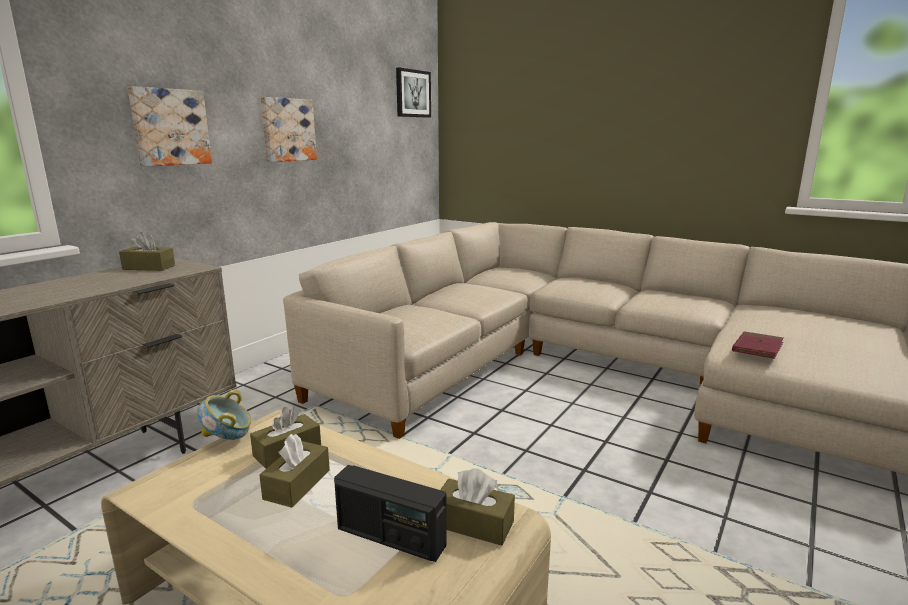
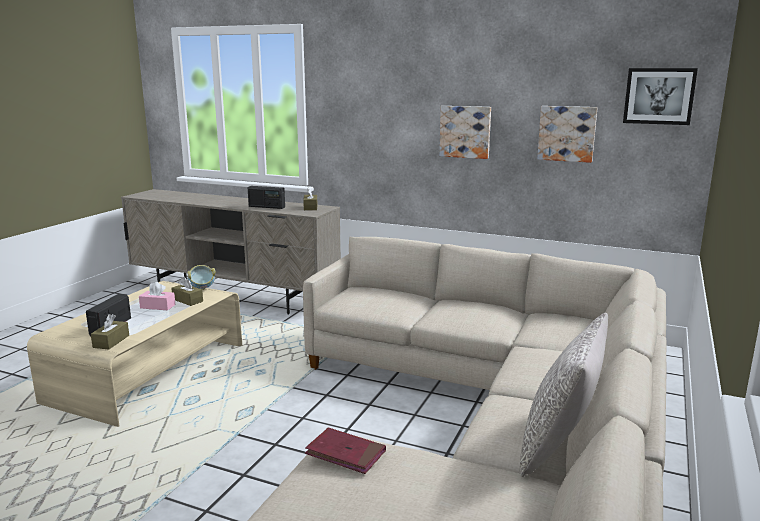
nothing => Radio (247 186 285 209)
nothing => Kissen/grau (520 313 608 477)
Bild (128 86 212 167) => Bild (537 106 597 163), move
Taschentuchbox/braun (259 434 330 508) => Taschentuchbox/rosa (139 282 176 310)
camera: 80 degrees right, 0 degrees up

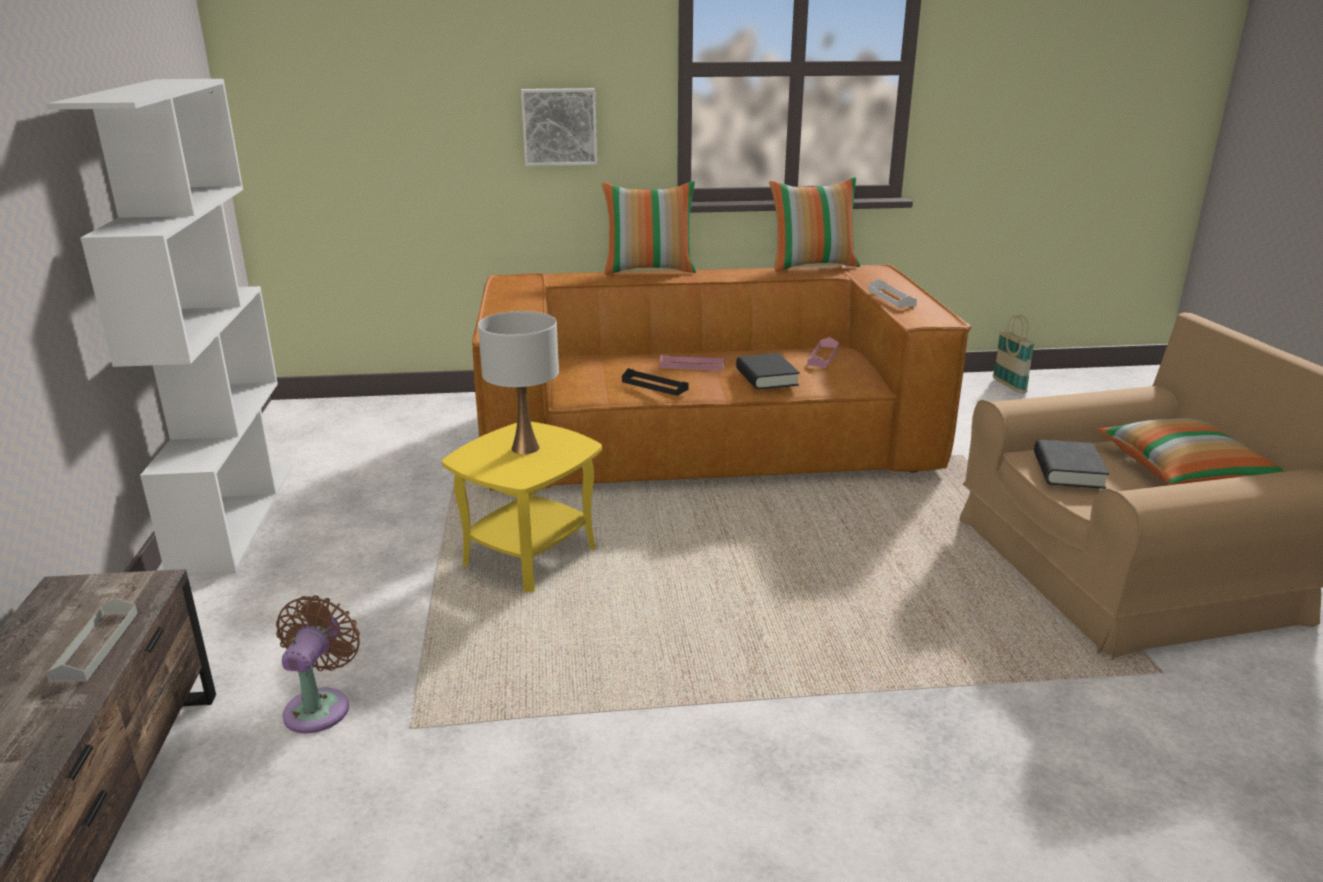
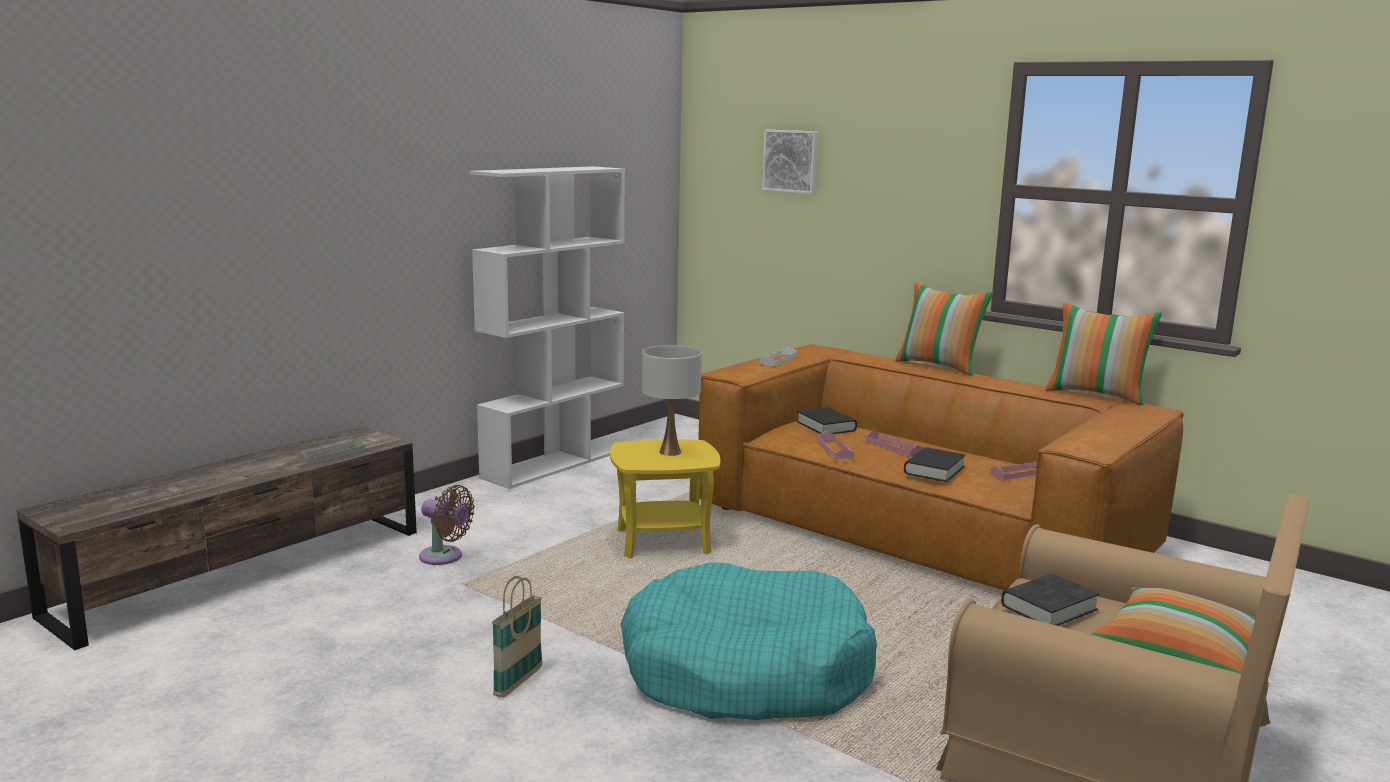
nothing => Hundebett/türkis (621 562 877 720)
nothing => Buch/schwarz (797 407 857 434)
Bild (521 88 597 166) => Bild (762 130 819 194), move
Tablett/weiß (868 279 917 308) => Tablett/weiß (759 346 797 366), move
Korb (993 315 1035 394) => Korb (492 576 543 698), move
Tablett/schwarz (622 368 689 396) => Tablett/rosa (817 431 854 459)
Ventilator/braun (276 596 360 734) => Ventilator/braun (419 485 475 565), 60 degrees clockwise
camera: 45 degrees right, 10 degrees down

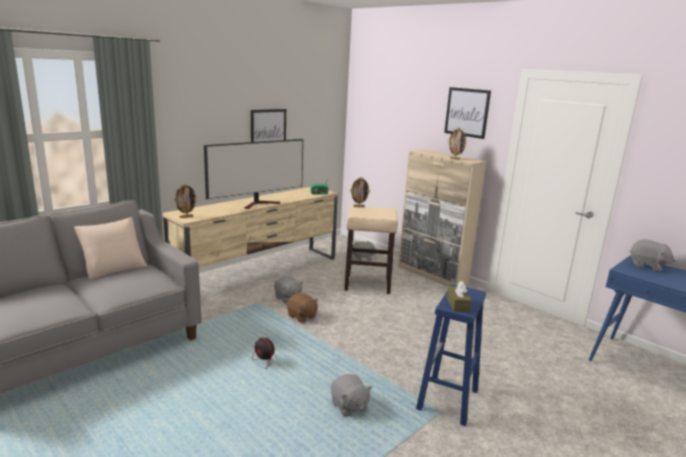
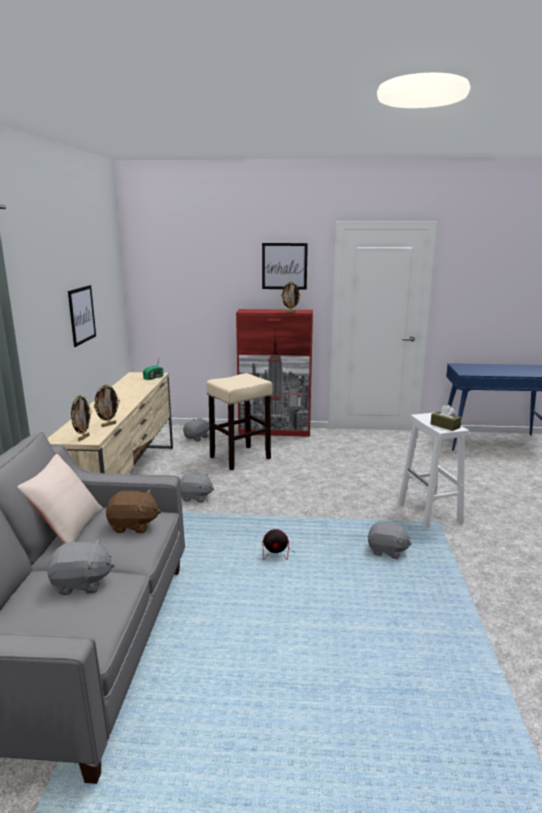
Fernseher (204 139 303 209) => nothing
Plüschtier/braun (287 293 318 323) => Plüschtier/braun (106 489 161 533), move
Bilderrahmen (350 177 370 207) => Bilderrahmen (94 384 120 427), move
Plüschtier/grau (629 239 675 272) => Plüschtier/grau (47 538 115 595), move
Schrank/beige (398 149 486 287) => Schrank/rot (236 309 313 437)
Hocker/blau (416 284 486 426) => Hocker/weiß (398 412 469 529)
camera: 40 degrees left, 0 degrees up

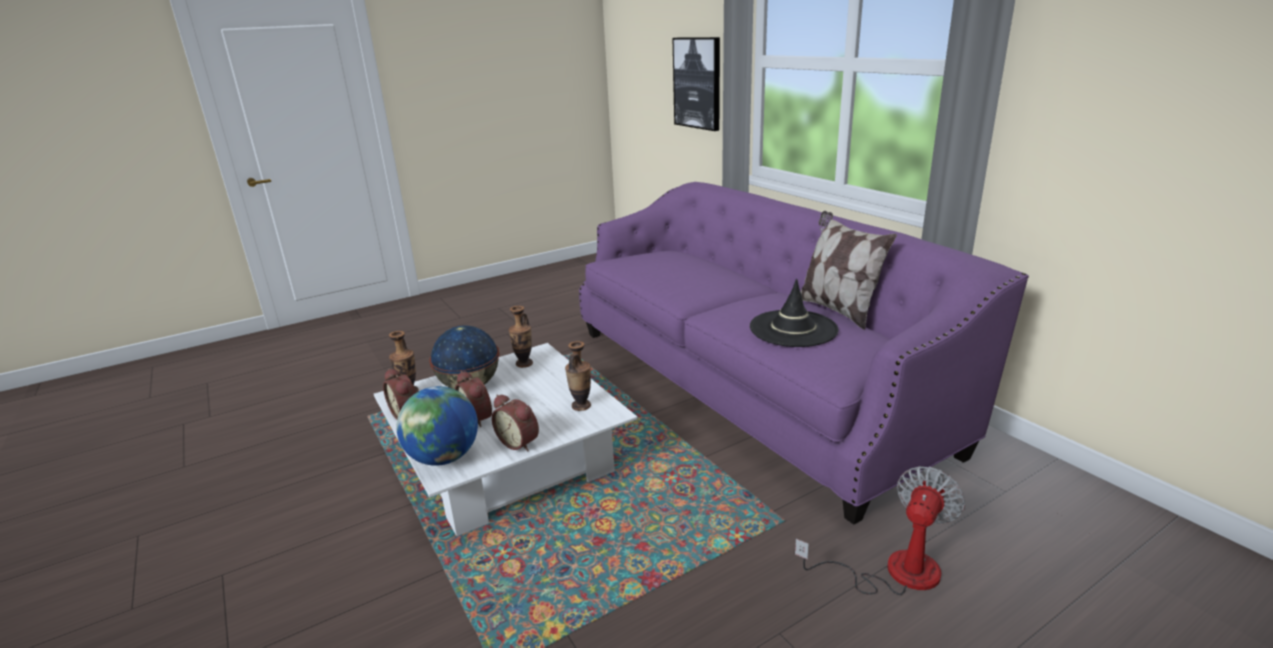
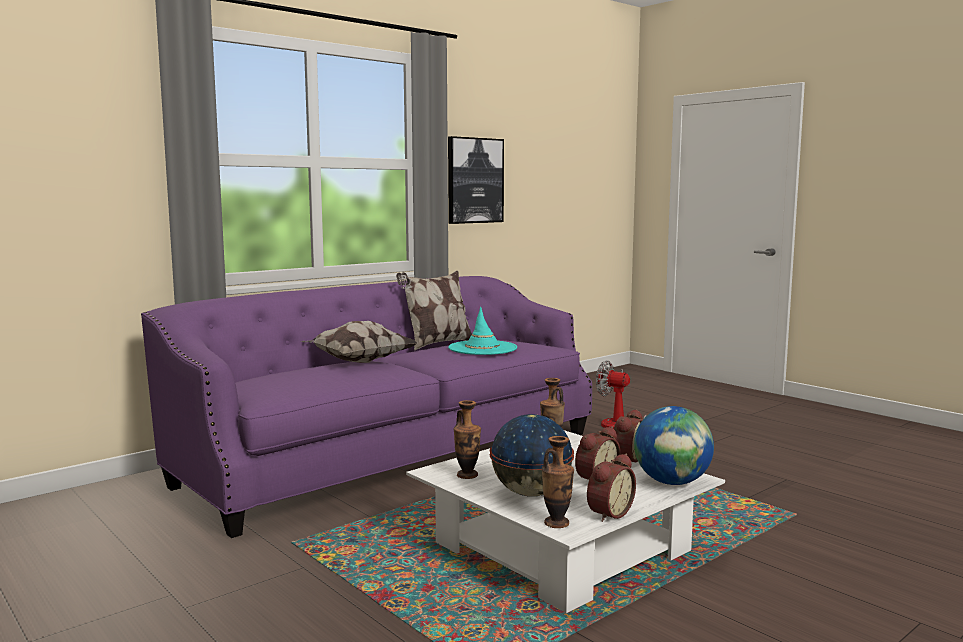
nothing => Kissen (302 321 417 363)
Bild (673 37 720 131) => Bild (448 136 504 224), move
Hut/schwarz (750 279 839 347) => Hut/türkis (448 307 517 355)
camera: 100 degrees left, 15 degrees down

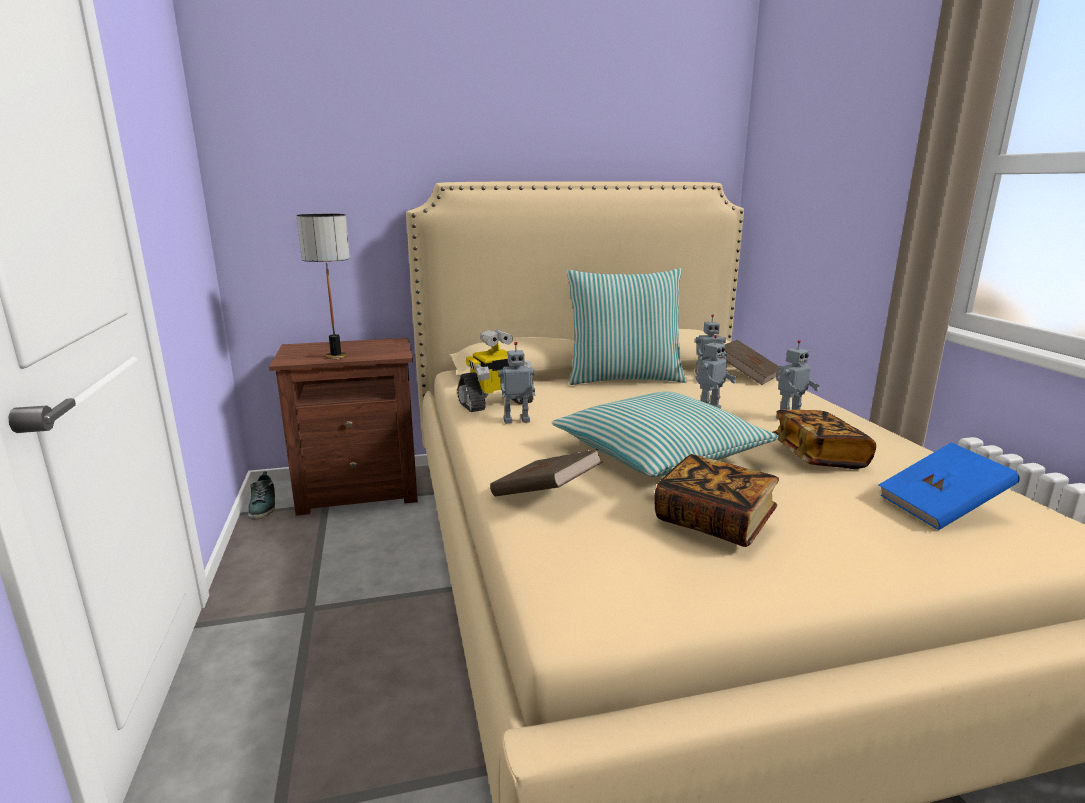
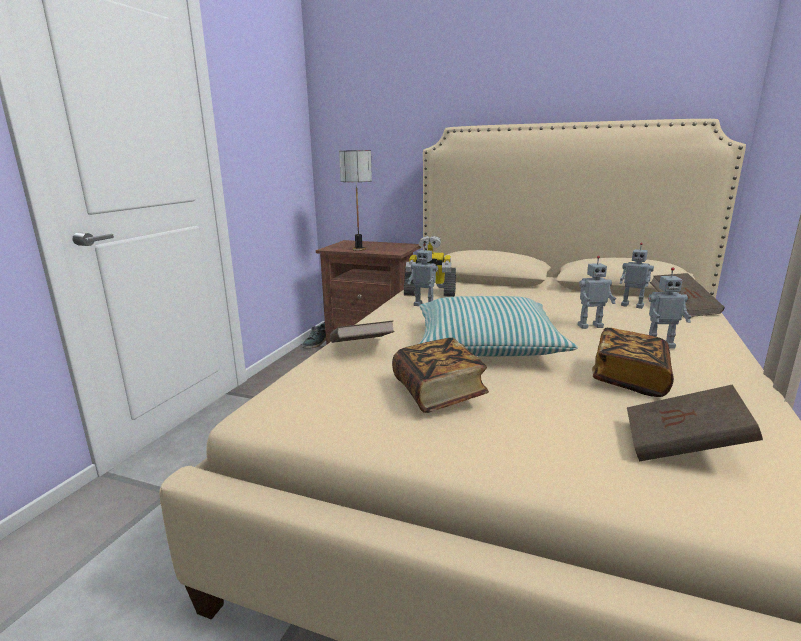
Kissen (567 268 686 385) => nothing
Buch/blau (879 442 1020 530) => Buch/braun (627 385 763 461)
camera: 35 degrees right, 0 degrees up

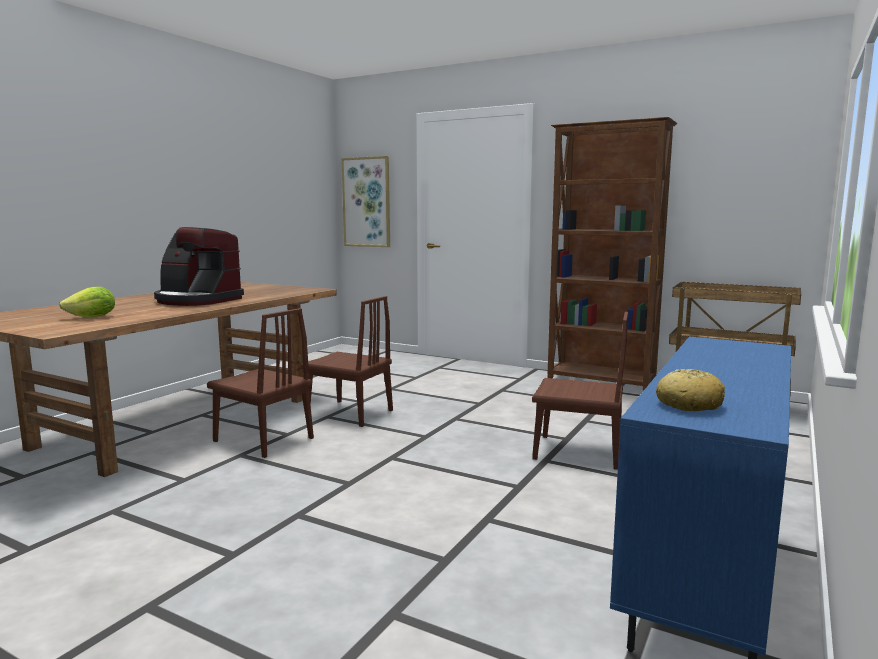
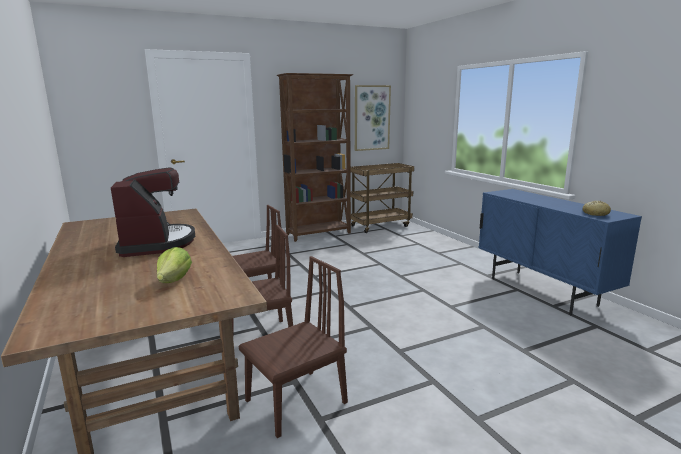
Bild (341 156 390 247) => Bild (355 85 391 151), move
Stuhl/braun (532 312 628 470) => Stuhl/braun (239 256 348 438), move
Kaffeemaschine (154 227 244 306) => Kaffeemaschine (111 168 195 257), 75 degrees counterclockwise
camera: 55 degrees left, 5 degrees up

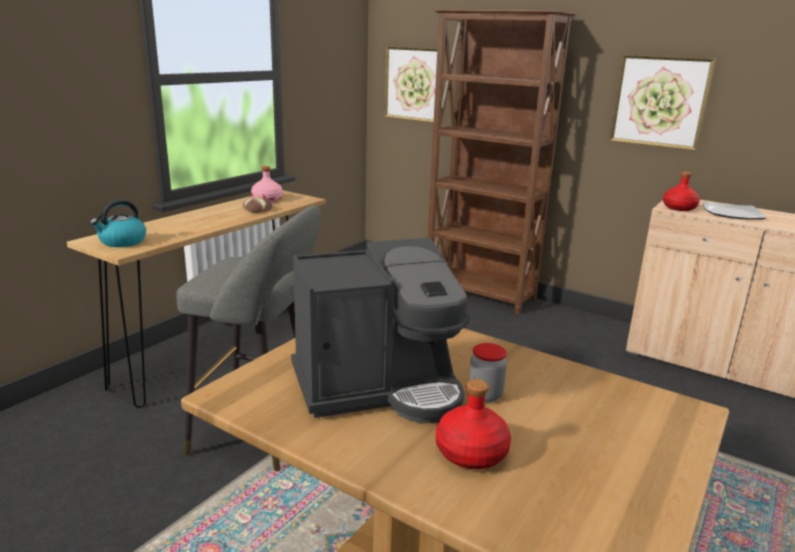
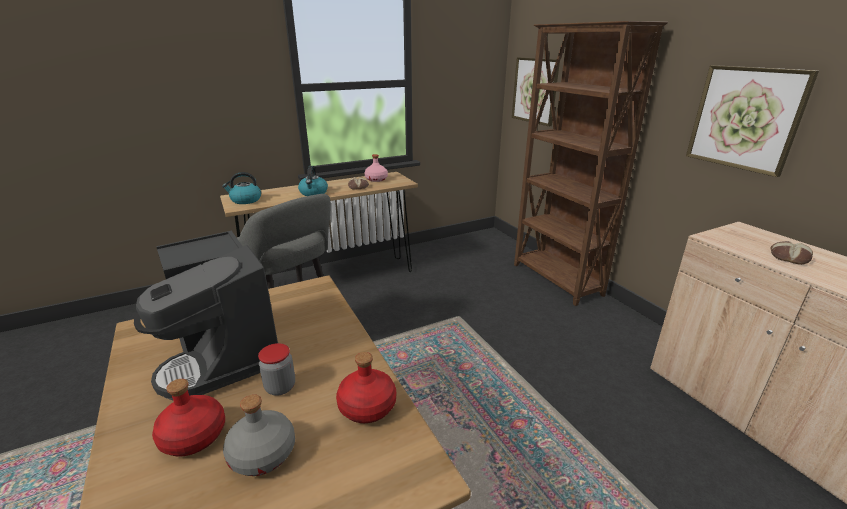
nothing => Flasche/grau (223 394 295 476)
nothing => Wasserkessel (298 166 328 196)
Flasche/rot (663 172 700 211) => Flasche/rot (336 352 396 423), move
Teller (703 202 767 220) => Brot (771 241 813 265)
Kaffeemaschine (291 238 471 423) => Kaffeemaschine (134 231 278 401), 45 degrees clockwise
camera: 30 degrees right, 5 degrees up

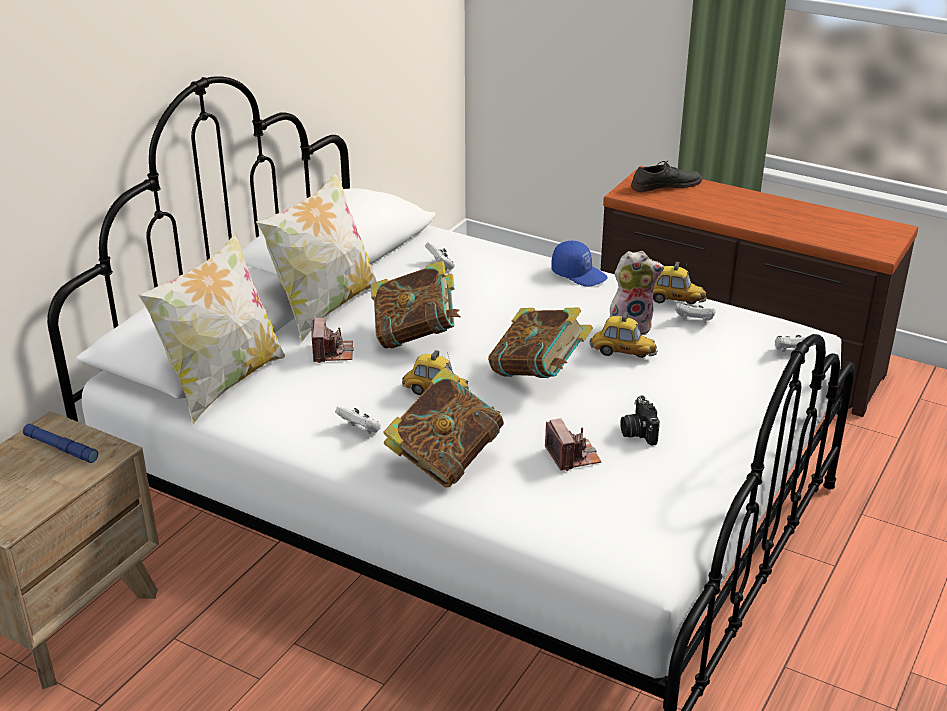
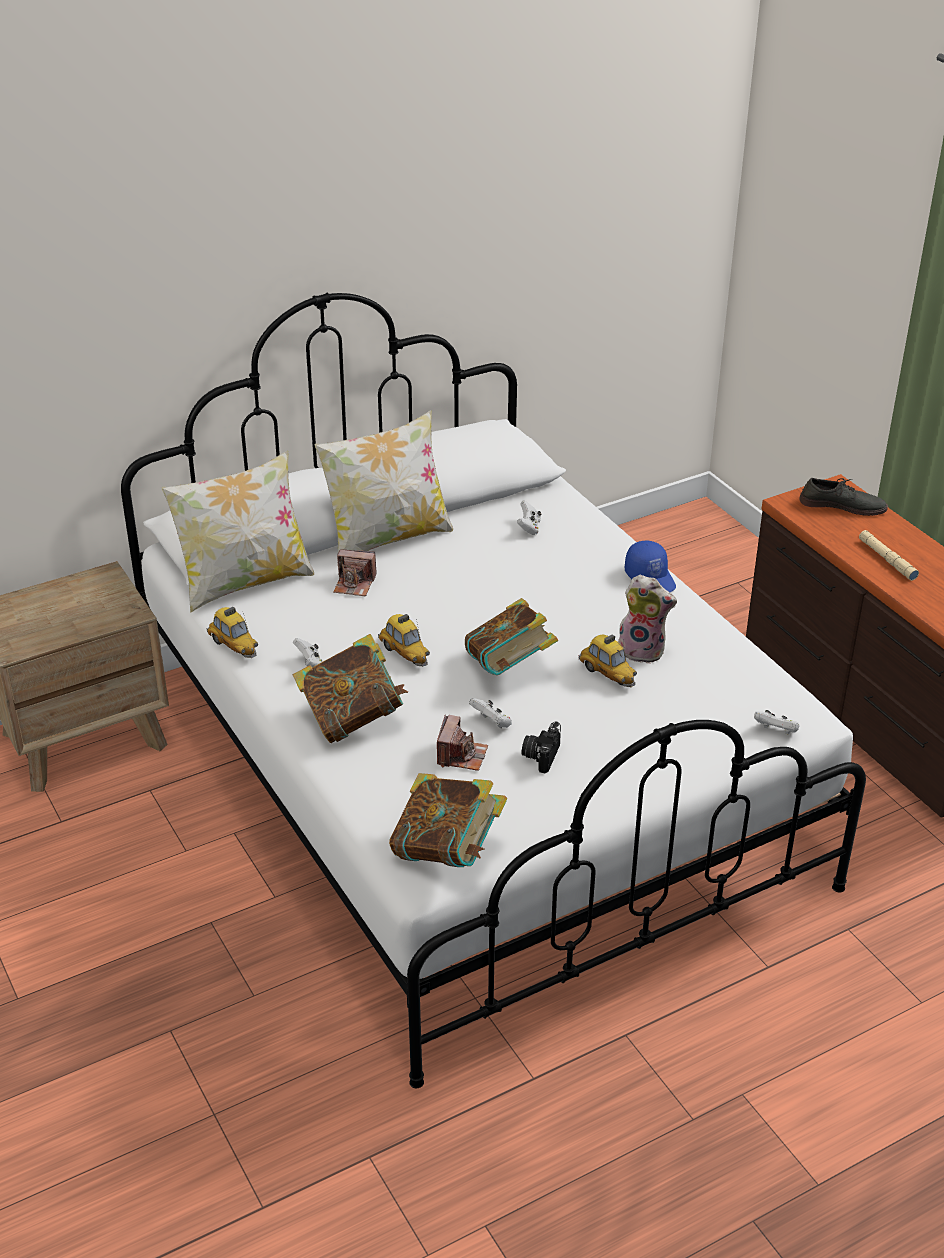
Taschenlampe/blau (23 424 98 463) => nothing
nothing => Taschenlampe/beige (859 530 919 581)
Buch (371 260 461 349) => Buch (389 773 507 867), move
Spielzeugauto (653 262 707 304) => Spielzeugauto (206 607 258 658), move
Gamepad/weiß (675 303 716 322) => Gamepad/weiß (469 698 512 728), move
Kamera (311 318 354 363) => Kamera (333 550 377 596), 75 degrees clockwise
camera: 30 degrees right, 5 degrees up

